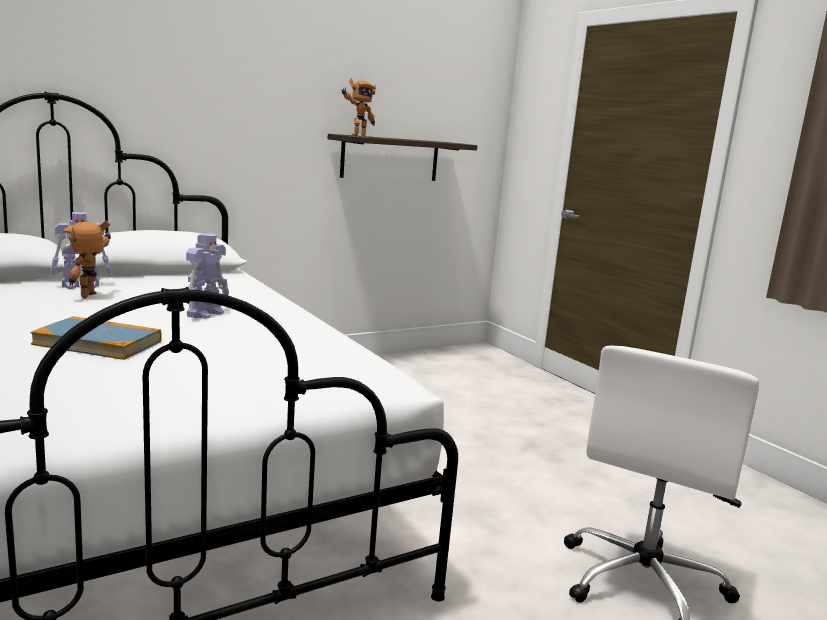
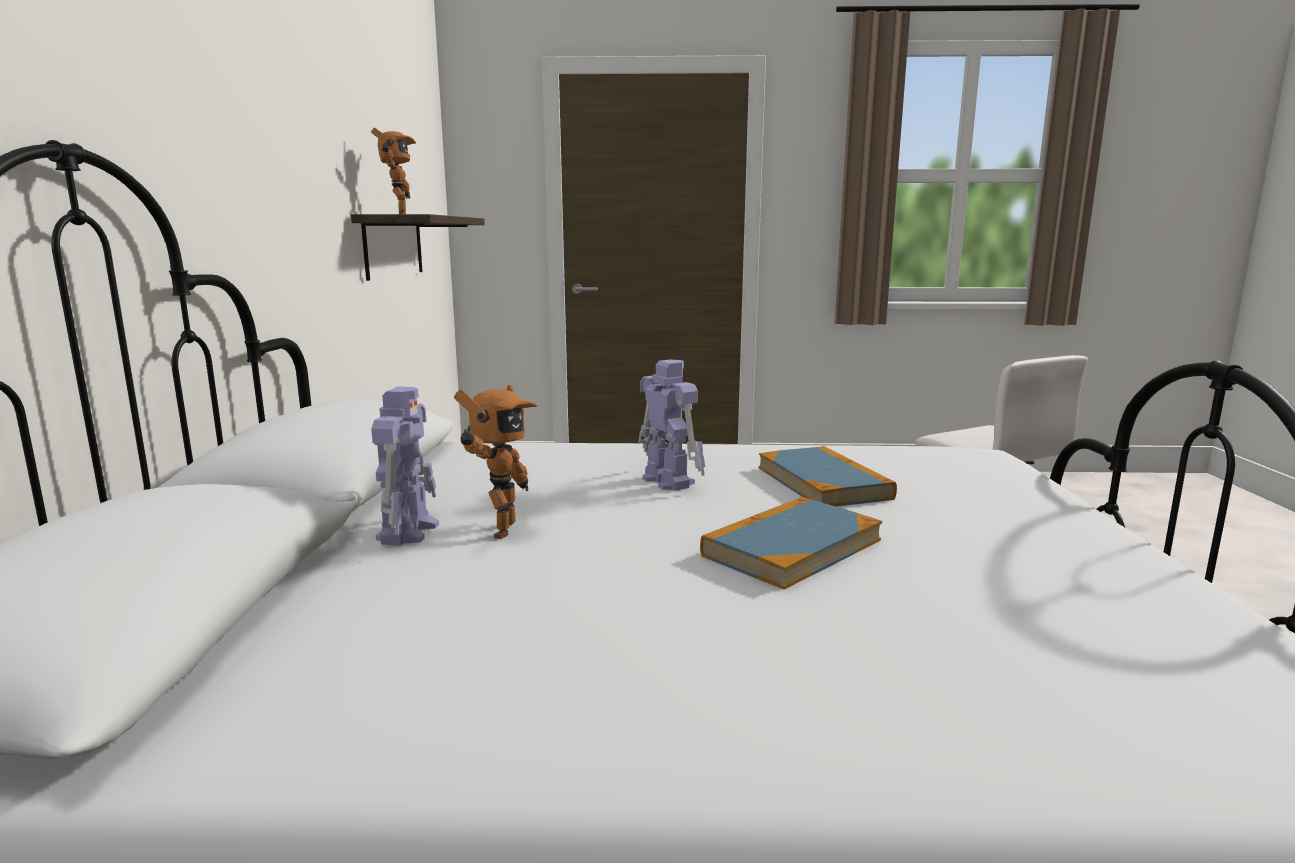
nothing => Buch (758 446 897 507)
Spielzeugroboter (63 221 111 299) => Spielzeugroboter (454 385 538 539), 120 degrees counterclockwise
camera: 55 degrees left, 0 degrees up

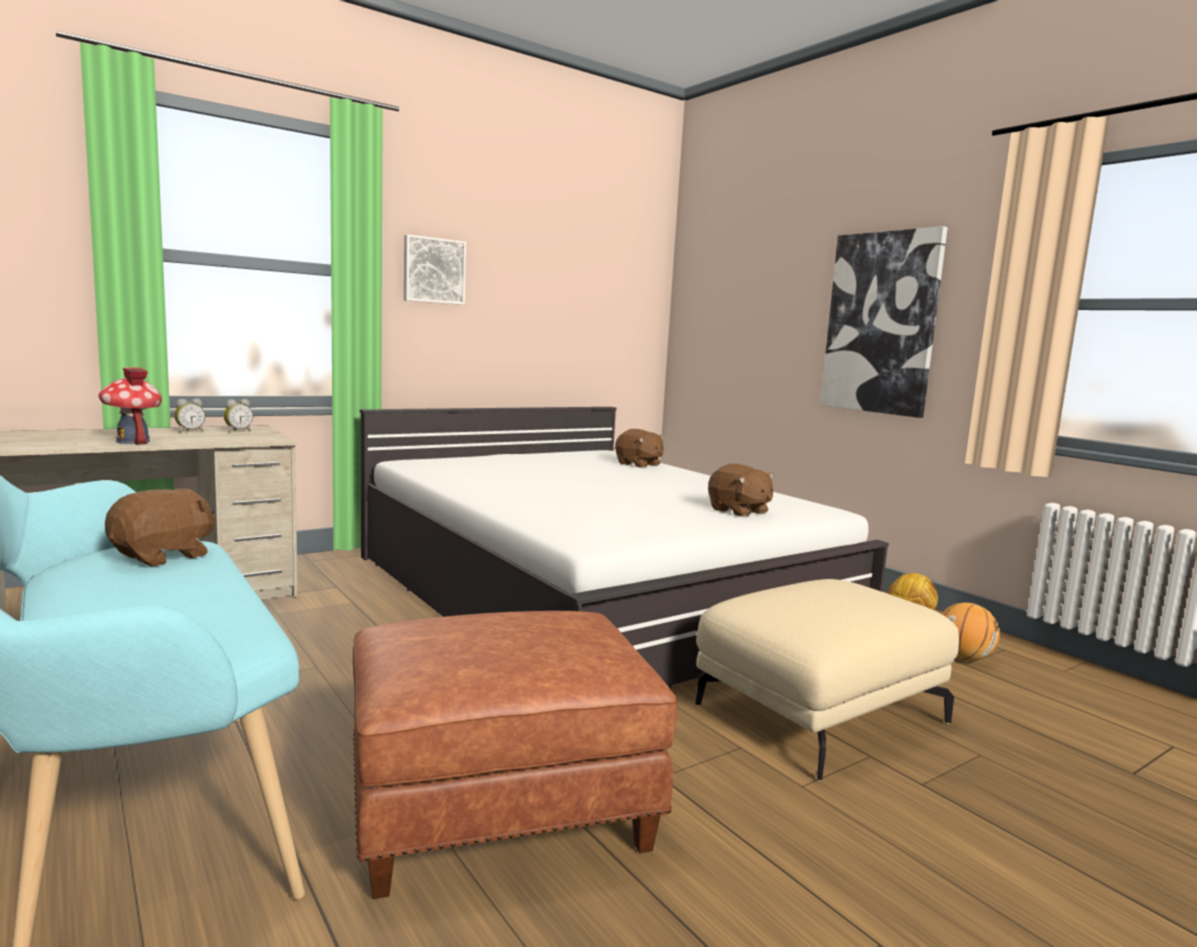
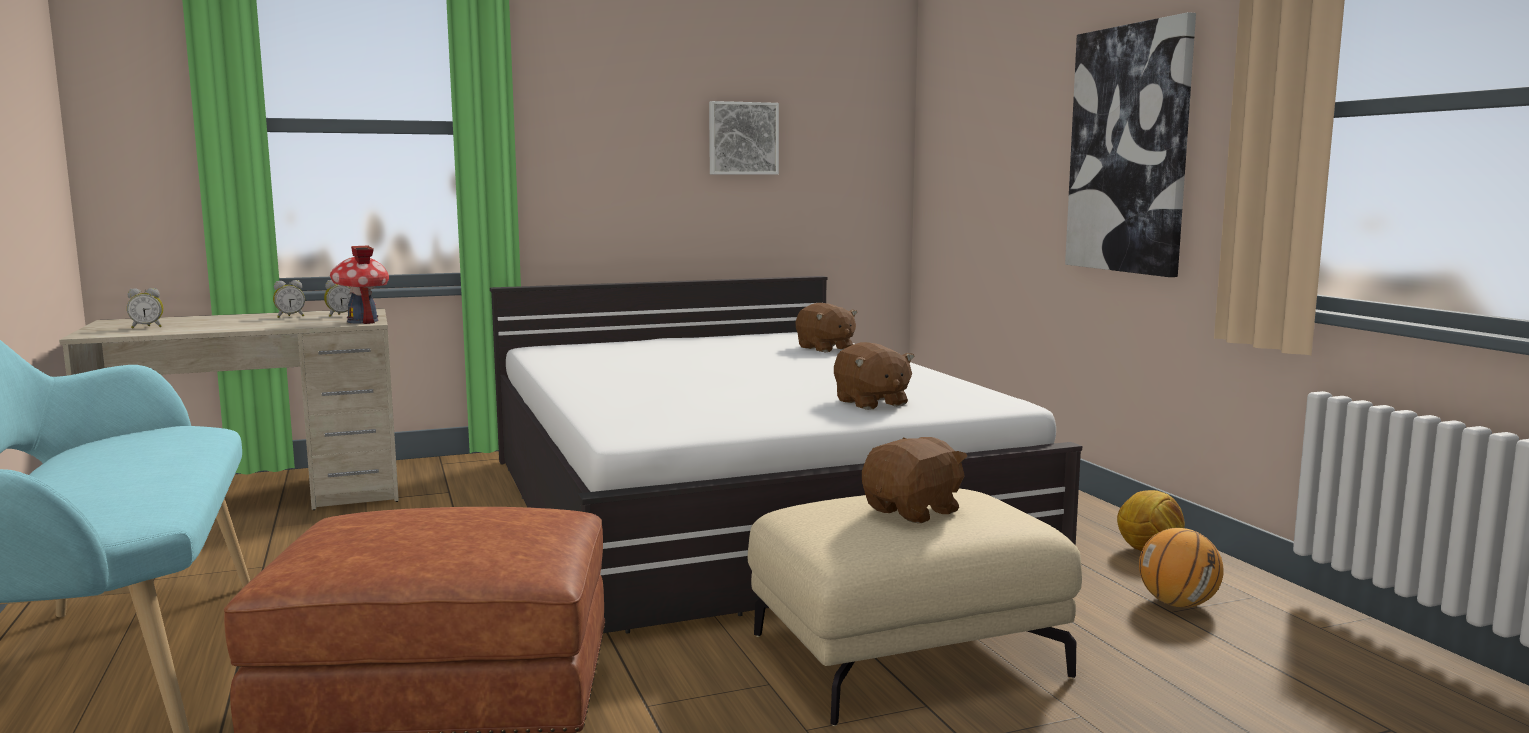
nothing => Wecker (127 288 164 328)
Spielzeughaus (98 367 162 445) => Spielzeughaus (330 245 389 324), move
Plüschtier/braun (105 489 216 566) => Plüschtier/braun (862 437 967 523), move
Bild (404 234 466 305) => Bild (709 101 779 175), move
camera: 15 degrees right, 0 degrees up

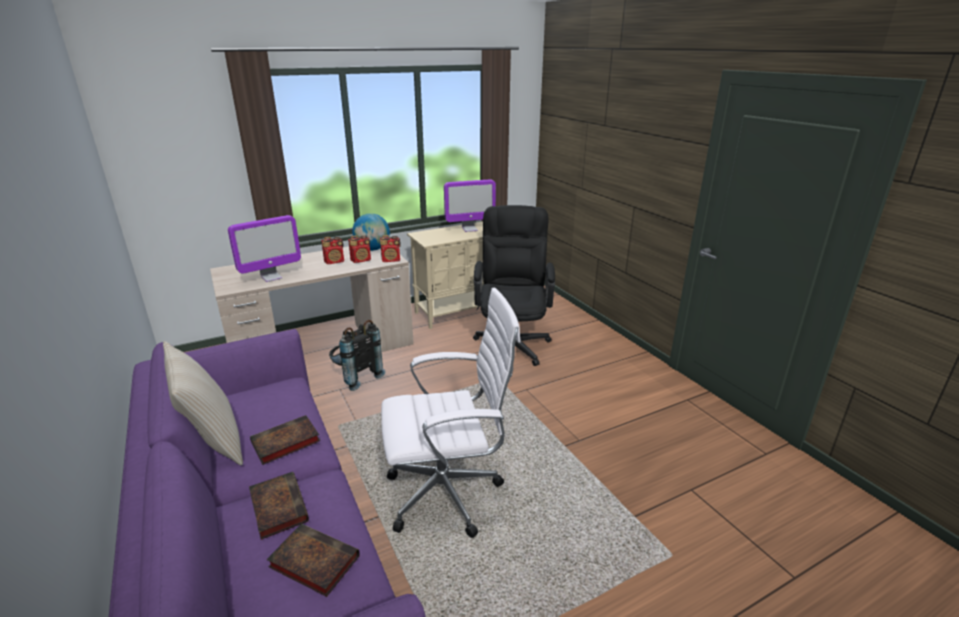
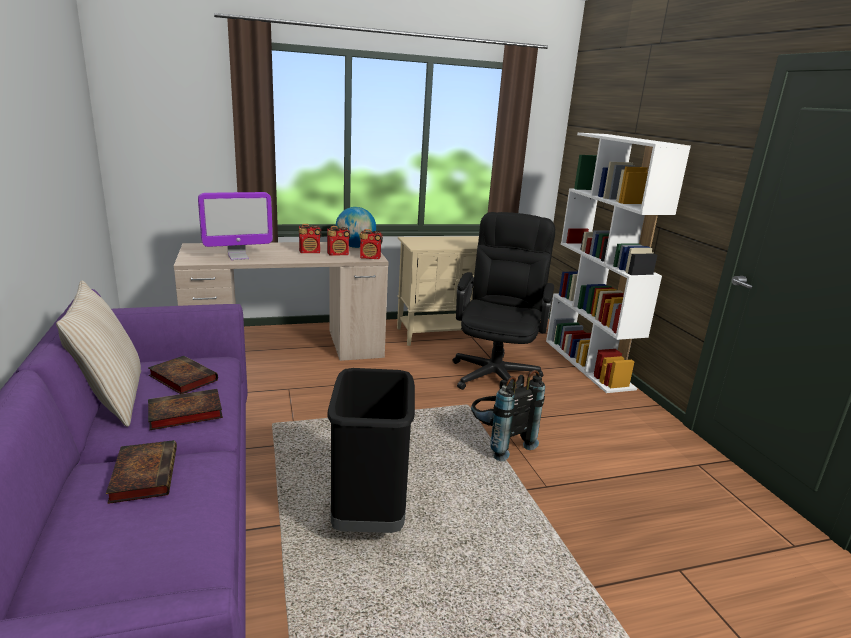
Monitor (444 180 496 232) => nothing
nothing => Bücherregal/weiß (546 133 691 393)
Buch (266 523 360 597) => Buch (148 356 218 394), move
Rucksack/schwarz (329 320 385 391) => Rucksack/schwarz (471 370 545 462), move
Bürostuhl/weiß (381 288 521 538) => Mülleimer/schwarz (327 368 415 533)
camera: 10 degrees right, 5 degrees down

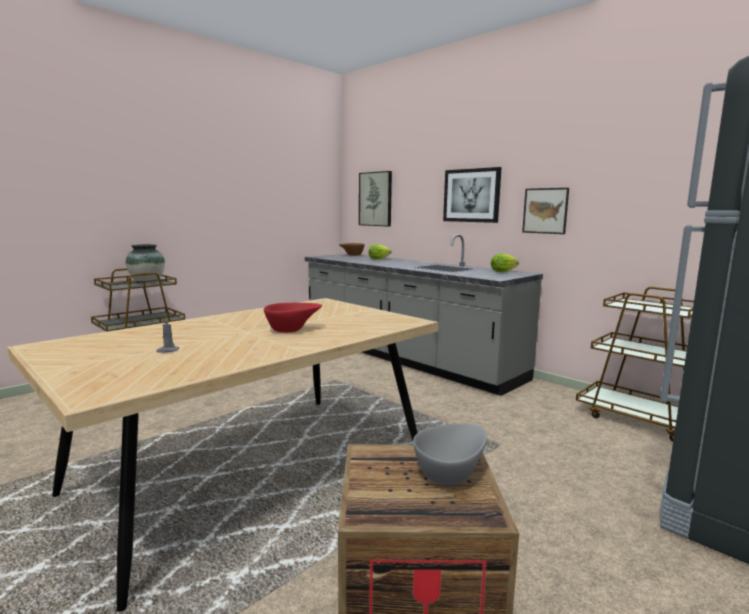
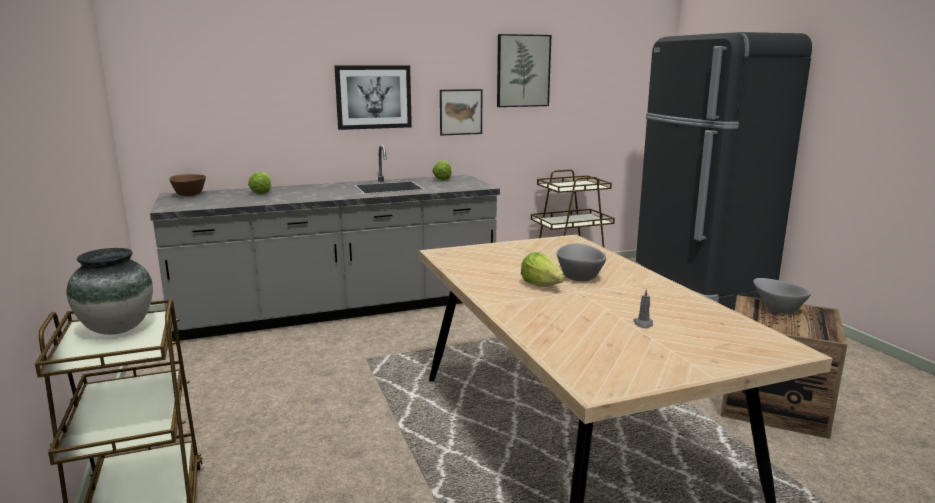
nothing => Salatkopf (521 252 565 287)
Bild (359 171 392 227) => Bild (497 34 551 107), move
Schüssel/rot (264 303 322 333) => Schüssel/grau (557 243 606 281)
camera: 65 degrees left, 5 degrees up

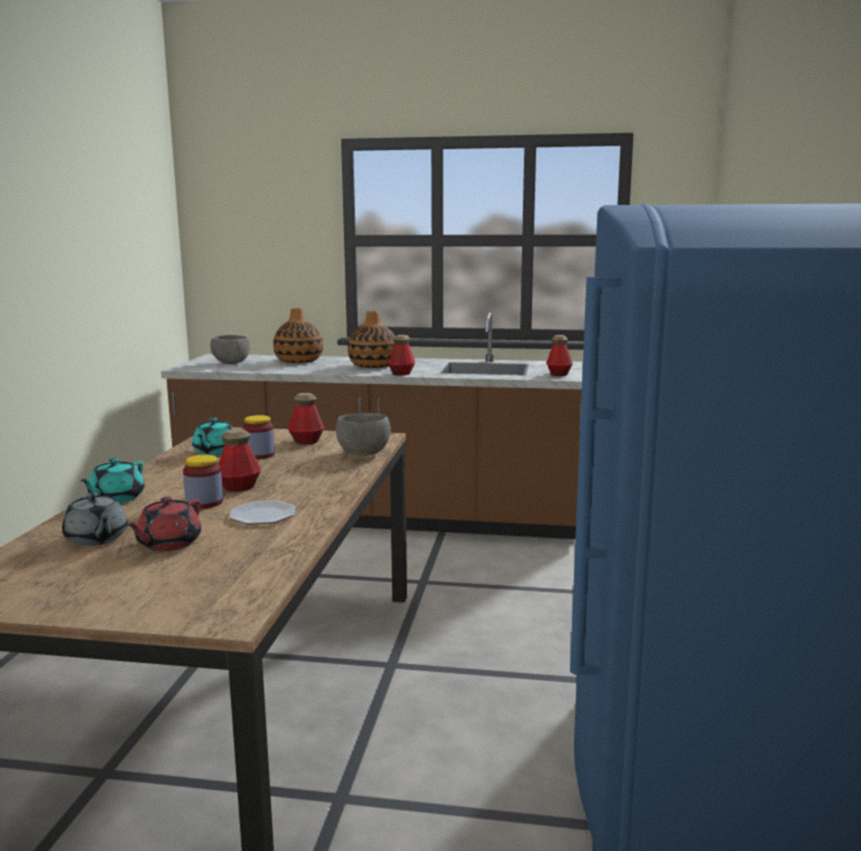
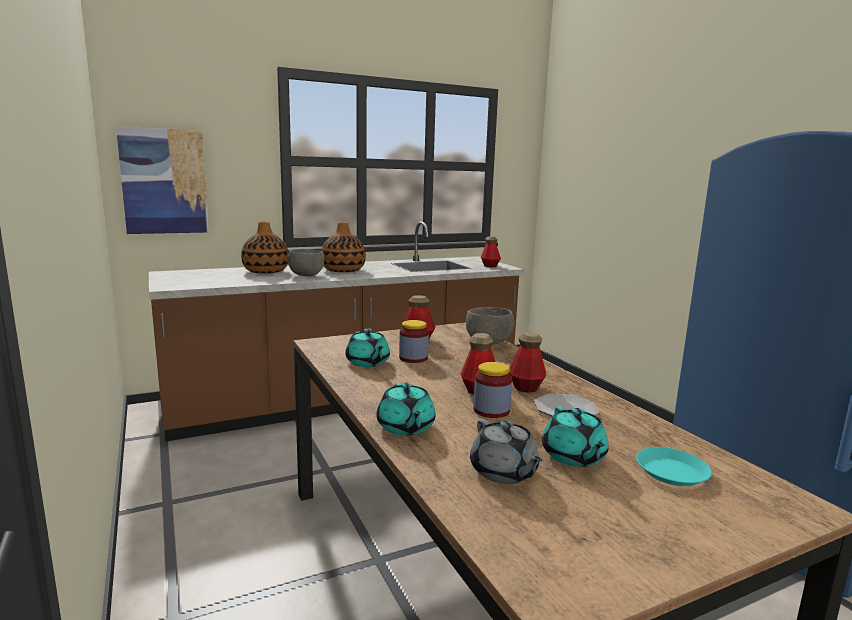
nothing => Bild (116 126 209 234)
nothing => Teller/türkis (636 447 712 486)
Schüssel/grau (210 335 250 364) => Schüssel/grau (288 249 324 277), move
Flasche (388 335 415 376) => Flasche (509 331 546 393), move
Teekanne/rot (127 497 201 551) => Teekanne/türkis (542 406 609 467)
Teekanne/grau (62 492 128 546) => Teekanne/grau (470 419 542 484), 45 degrees clockwise
camera: 35 degrees left, 0 degrees up

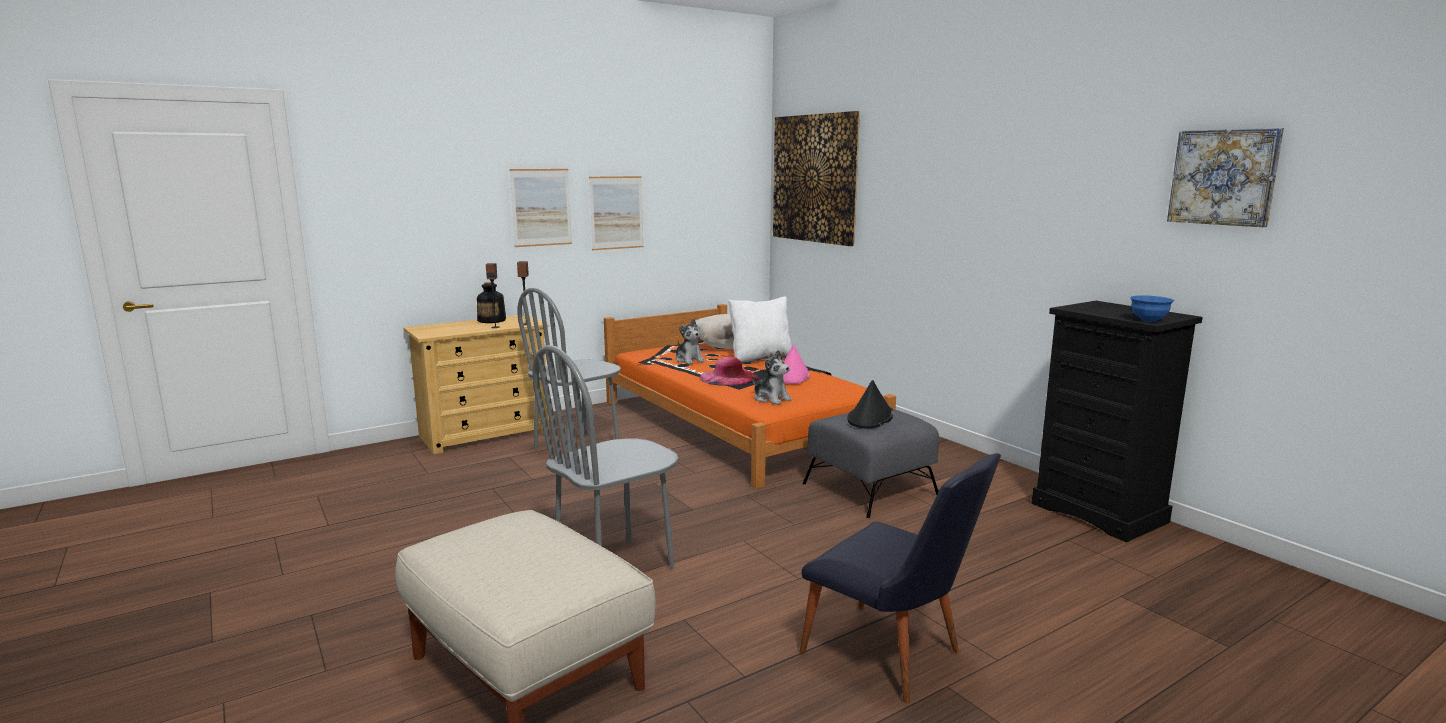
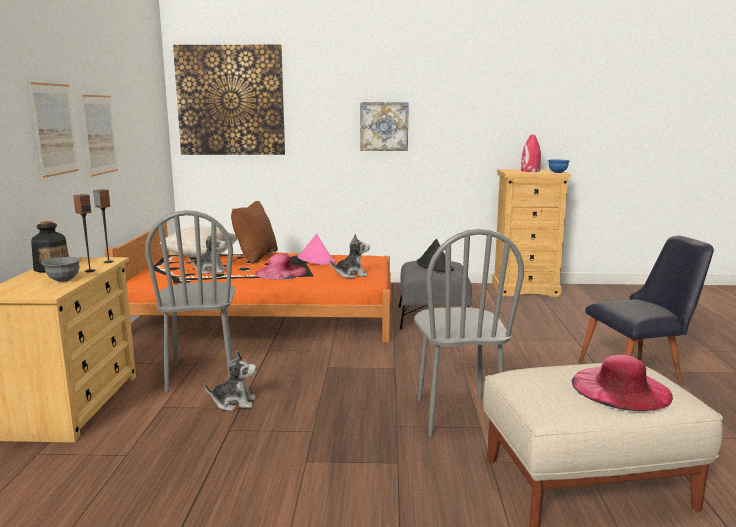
nothing => Schüssel/grau (42 257 81 282)
nothing => Plüschtier (205 351 257 411)
nothing => Vase/rot (521 135 541 172)
nothing => Hut/rosa (572 355 673 411)
Bild (1167 128 1284 227) => Bild (360 102 409 151), move
Kissen/weiß (728 297 792 363) => Kissen/braun (231 201 278 264)
Kommode/schwarz (1031 301 1203 542) => Kommode/beige (492 169 571 297)
camera: 55 degrees left, 0 degrees up

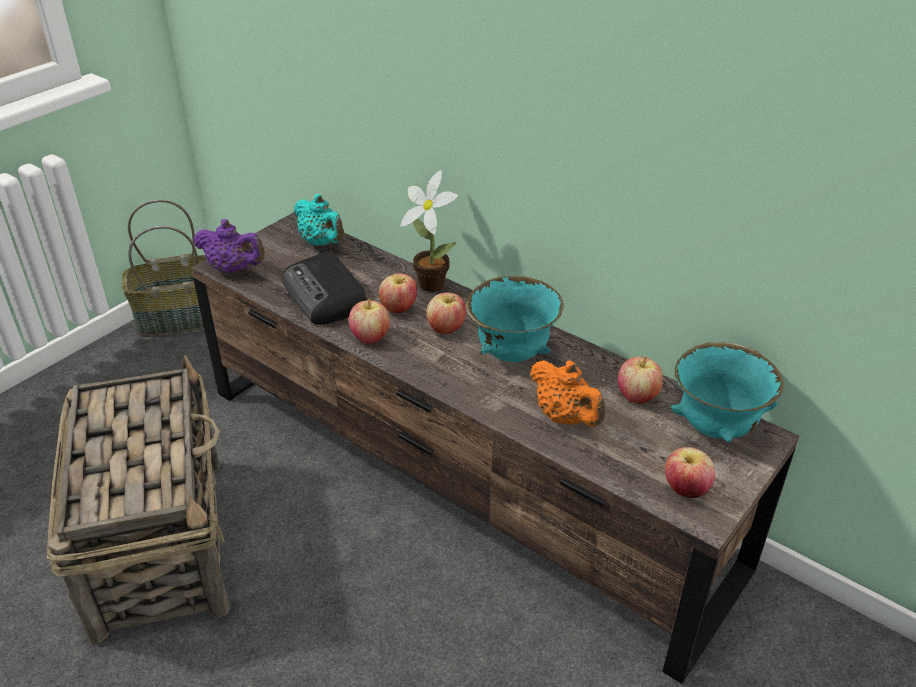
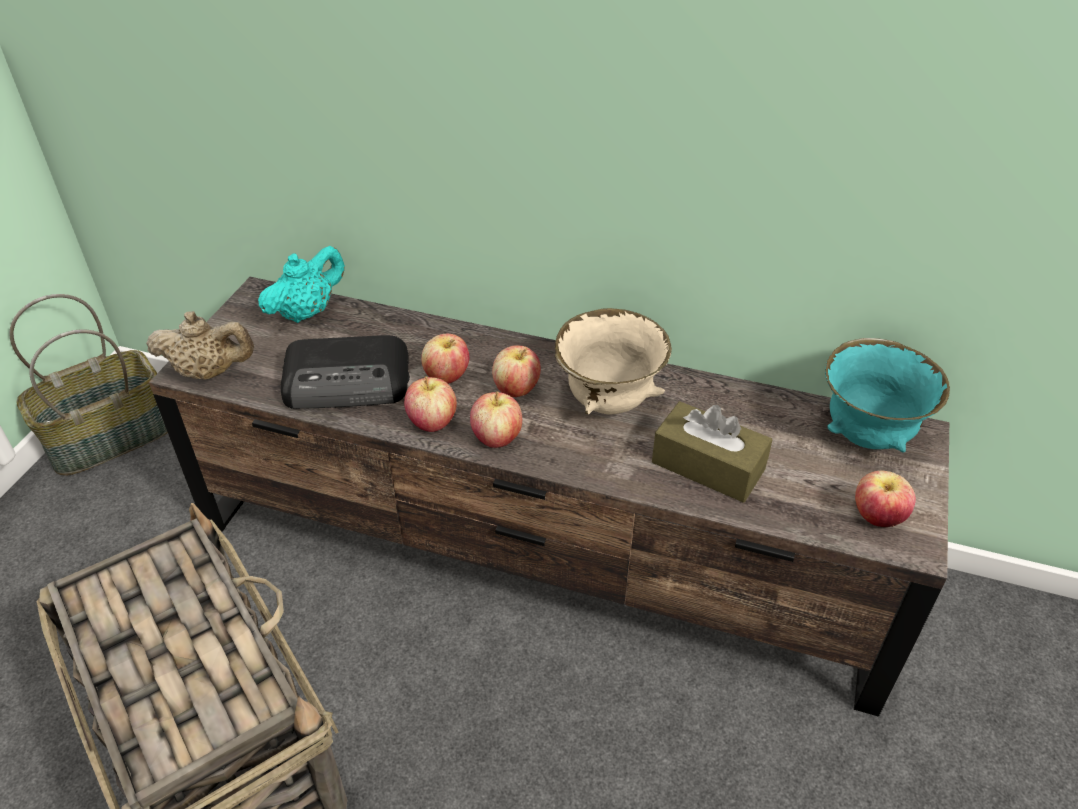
Topfpflanze (400 170 458 292) => nothing
Apfel (618 356 663 403) => Apfel (470 391 522 448), move
Teekanne/orange (530 360 605 426) => Taschentuchbox/braun (652 401 773 503)
Teekanne/lila (194 219 265 273) => Teekanne/beige (146 311 254 380)
Schüssel/türkis (465 276 564 362) => Schüssel/beige (555 308 672 414)
Radio (282 251 366 325) => Radio (281 335 410 409), 45 degrees counterclockwise
Teekanne/türkis (294 194 344 247) => Teekanne/türkis (258 246 345 323), 75 degrees counterclockwise
camera: 20 degrees left, 5 degrees up

